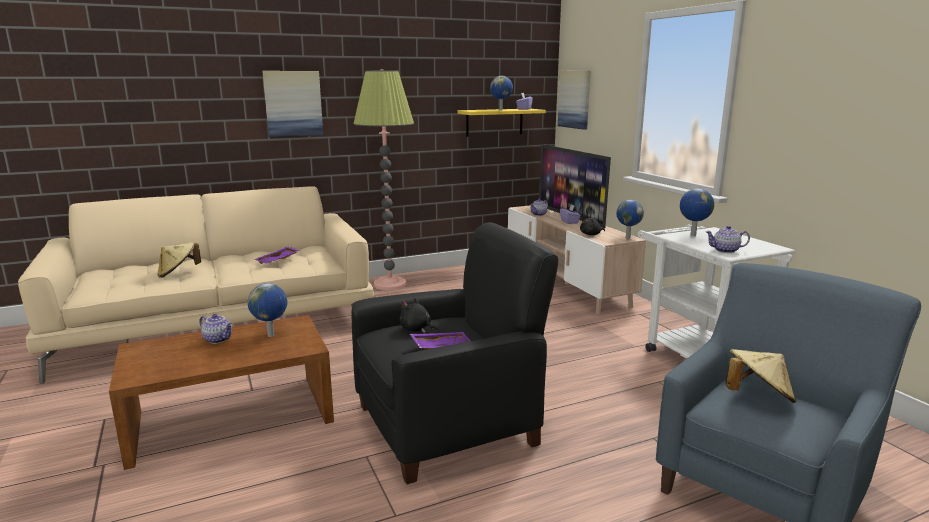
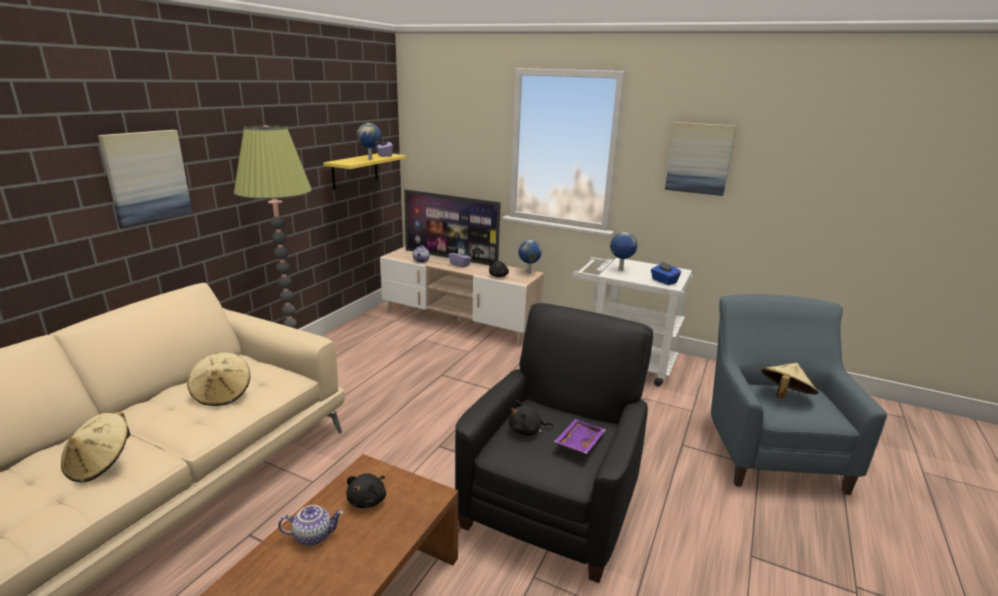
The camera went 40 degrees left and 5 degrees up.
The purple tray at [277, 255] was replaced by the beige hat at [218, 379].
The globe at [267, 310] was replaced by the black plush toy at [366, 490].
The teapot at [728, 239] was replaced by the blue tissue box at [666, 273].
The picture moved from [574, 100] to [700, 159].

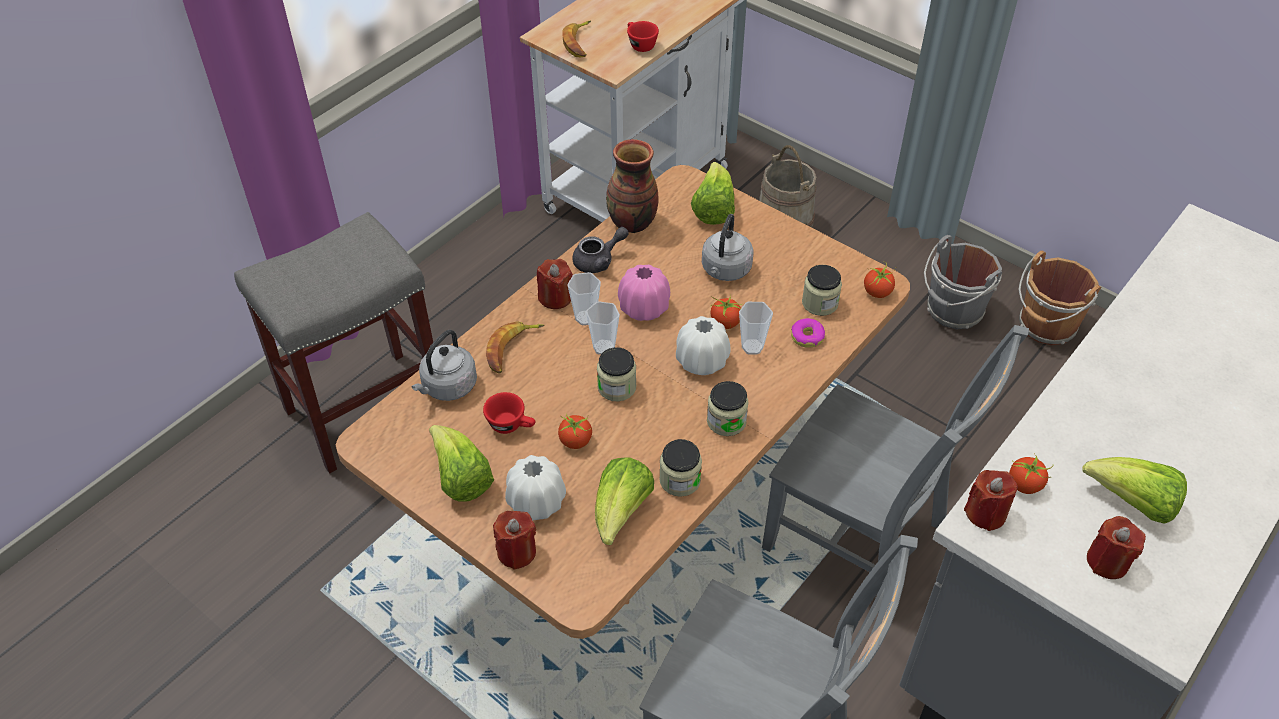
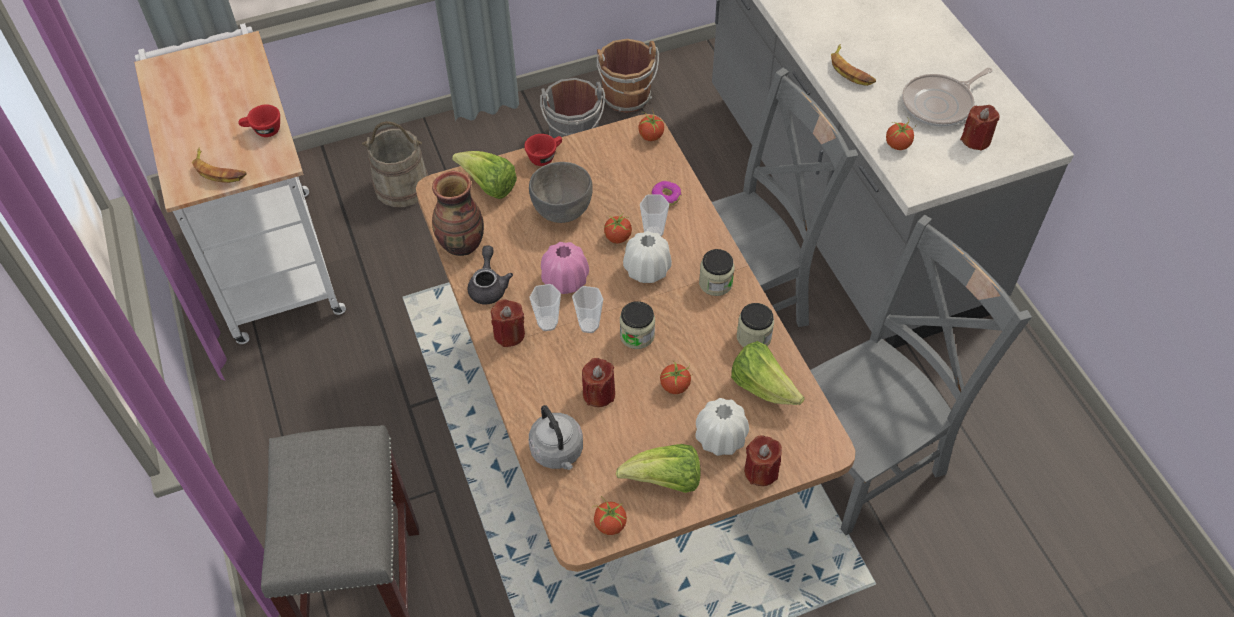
The camera went 60 degrees left and 5 degrees up.
The red cup moved from [509, 413] to [543, 150].
The grey kettle at [728, 247] was replaced by the grey bowl at [561, 192].
The red candle moved from [991, 500] to [598, 382].
The tomato at [609, 515] appeared.
The banana moved from [515, 347] to [853, 65].
The lettuce at [1135, 490] was replaced by the frying pan at [947, 97].
The jar at [822, 290] disappeared.

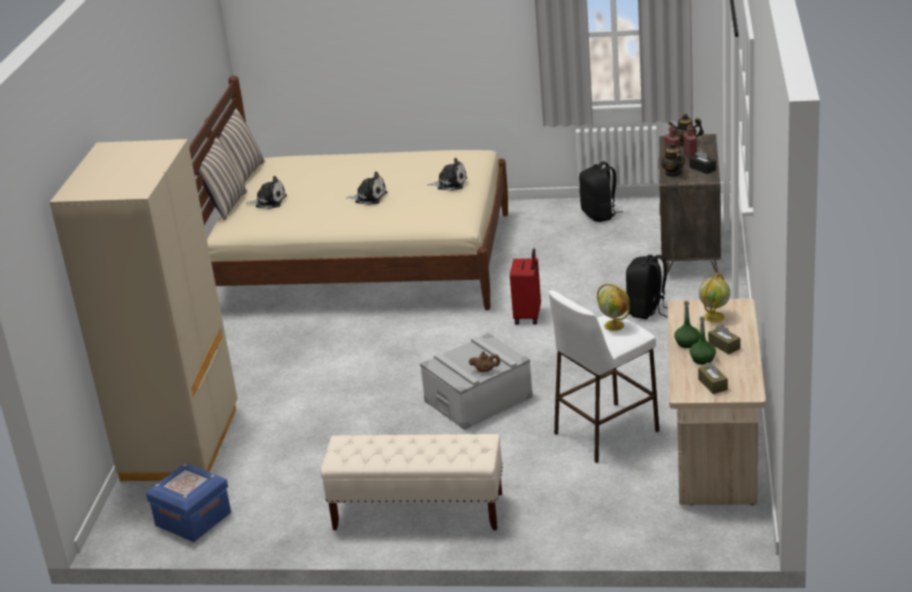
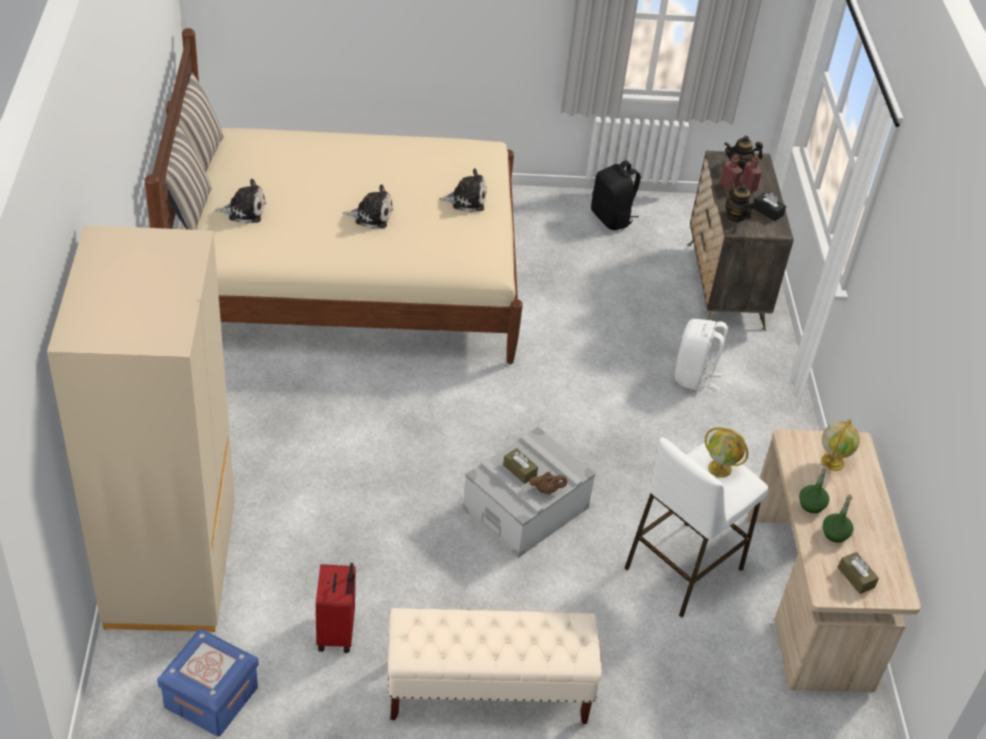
The camera went 15 degrees left and 15 degrees up.
The red suitcase moved from [525, 287] to [336, 608].
The brown tissue box moved from [724, 339] to [520, 466].
The black backpack at [647, 287] became the white backpack at [701, 355].

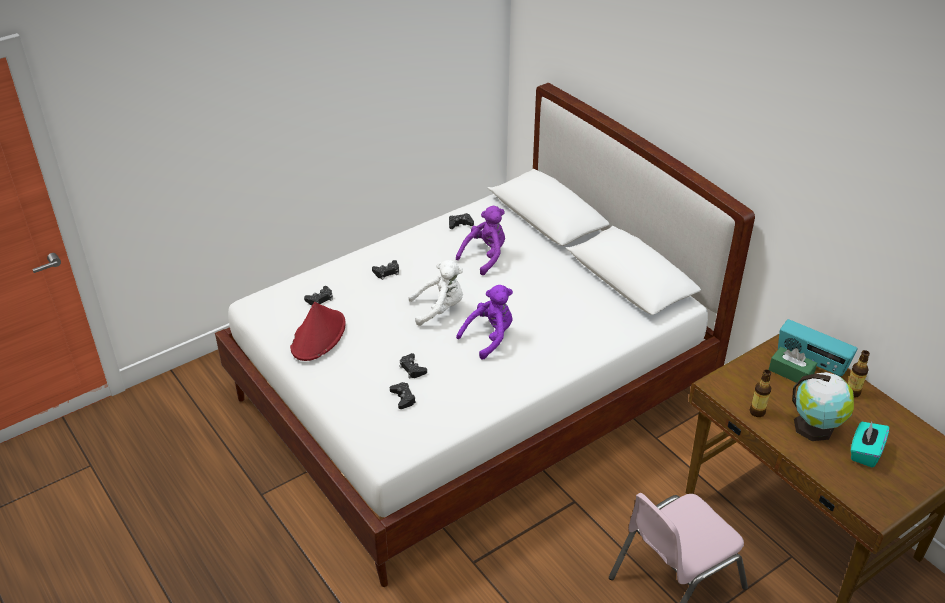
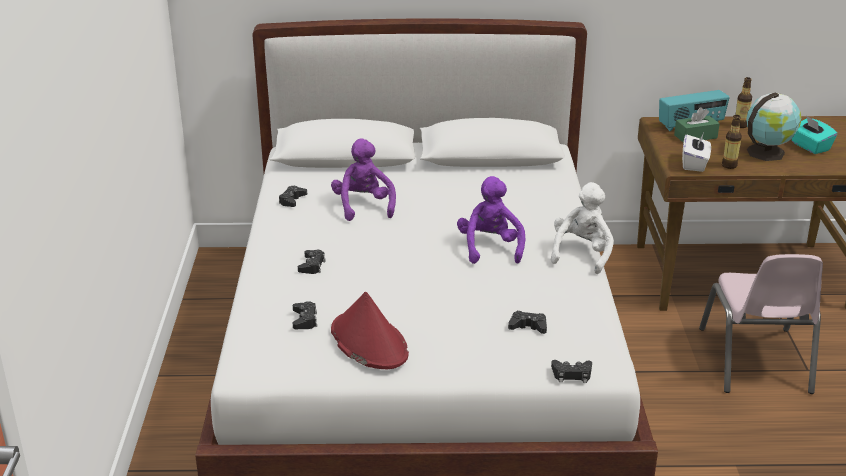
The camera went 55 degrees left and 10 degrees down.
The white plush toy moved from [436, 293] to [582, 228].
The black game controller moved from [413, 365] to [571, 371].
The white tissue box at [696, 153] appeared.

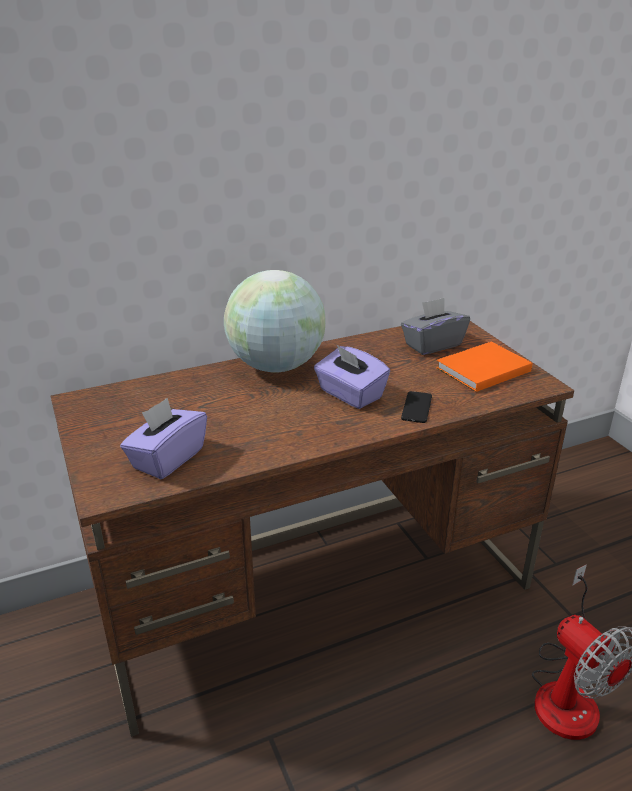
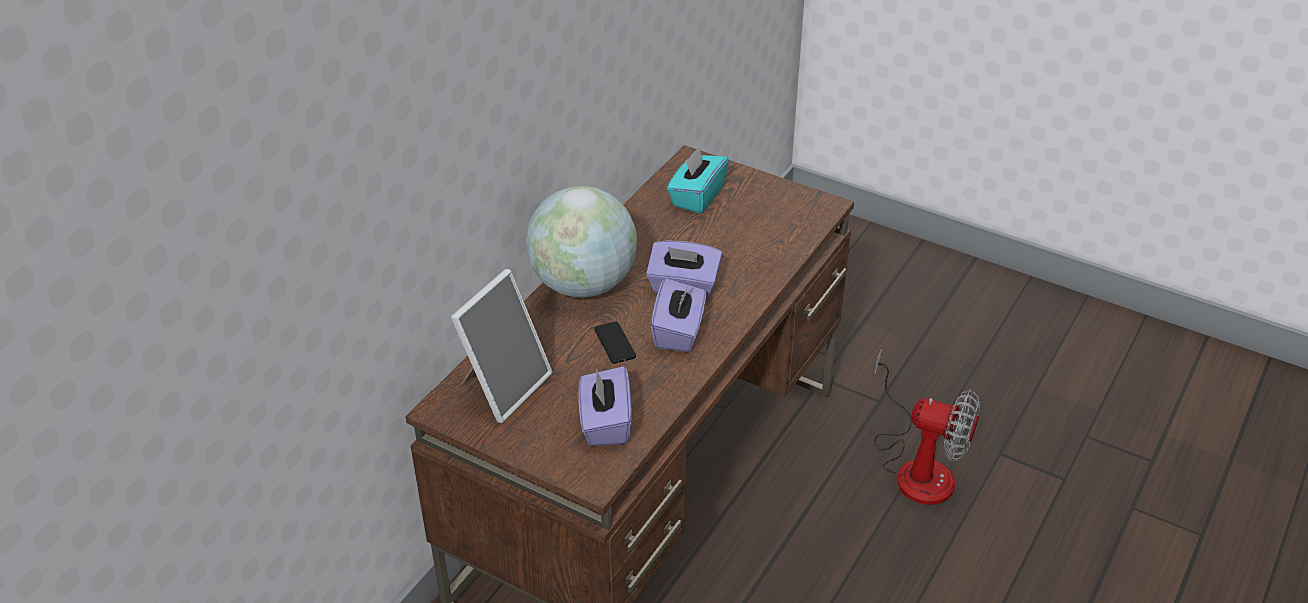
The camera went 35 degrees left and 10 degrees up.
The picture frame at [502, 346] appeared.
The phone moved from [416, 407] to [615, 342].
The purple tissue box at [678, 315] appeared.
The grey tissue box at [435, 326] became the turquoise tissue box at [698, 180].
The orange book at [484, 367] disappeared.

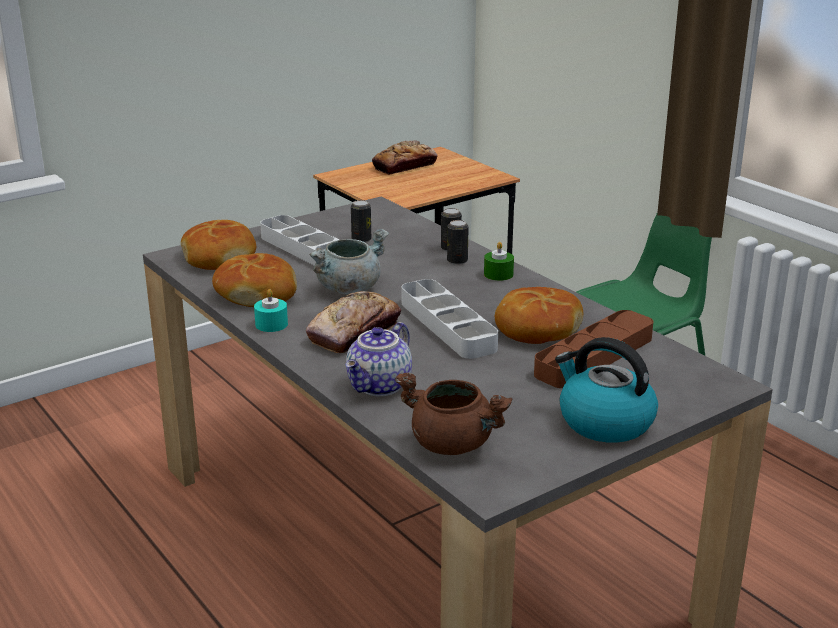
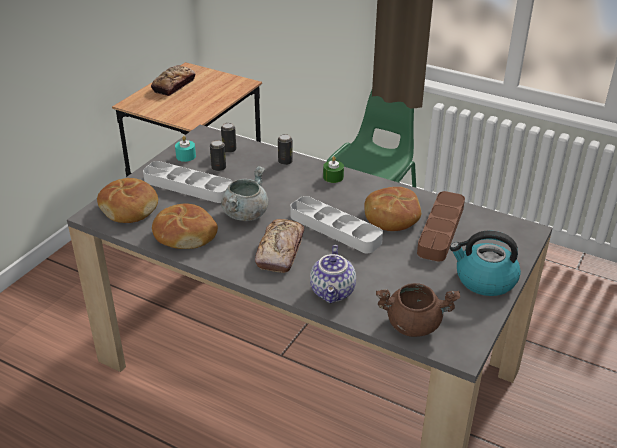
The camera went 25 degrees left and 10 degrees up.
The turquoise candle moved from [271, 310] to [185, 149].
The can moved from [458, 242] to [228, 138].

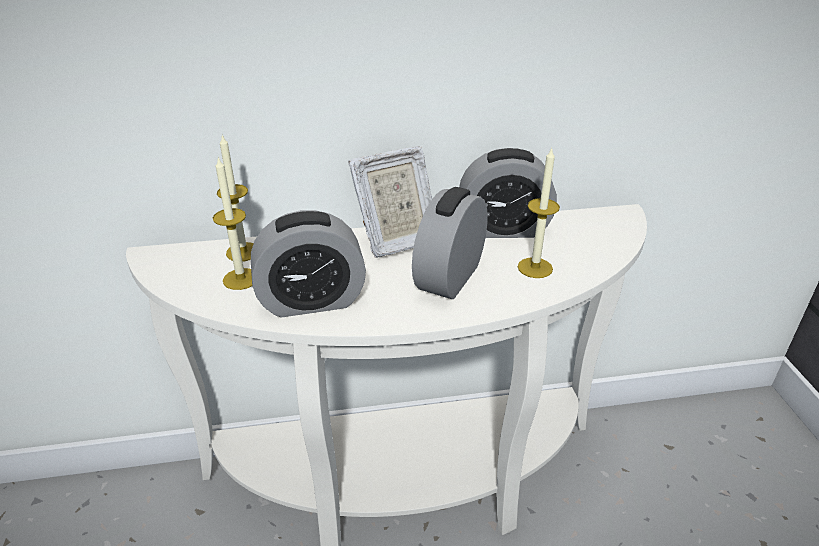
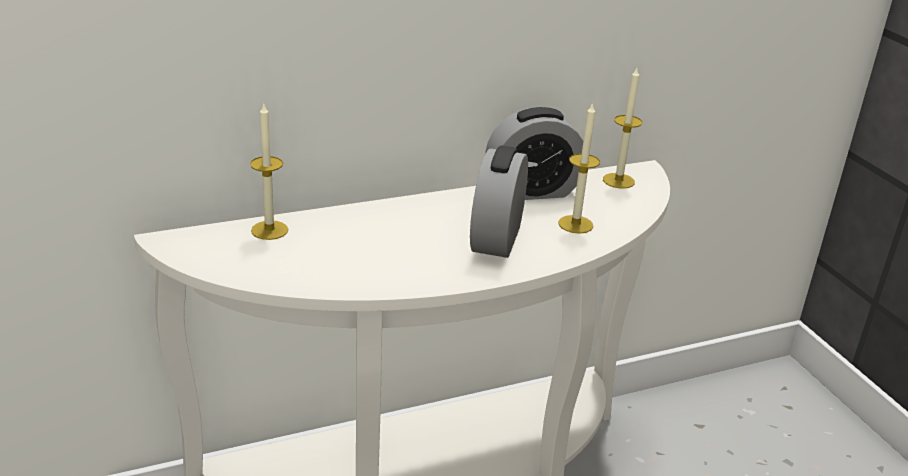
The camera went 15 degrees left and 5 degrees down.
The candle moved from [232, 223] to [622, 128].
The alarm clock at [308, 264] disappeared.
The picture frame at [390, 202] disappeared.

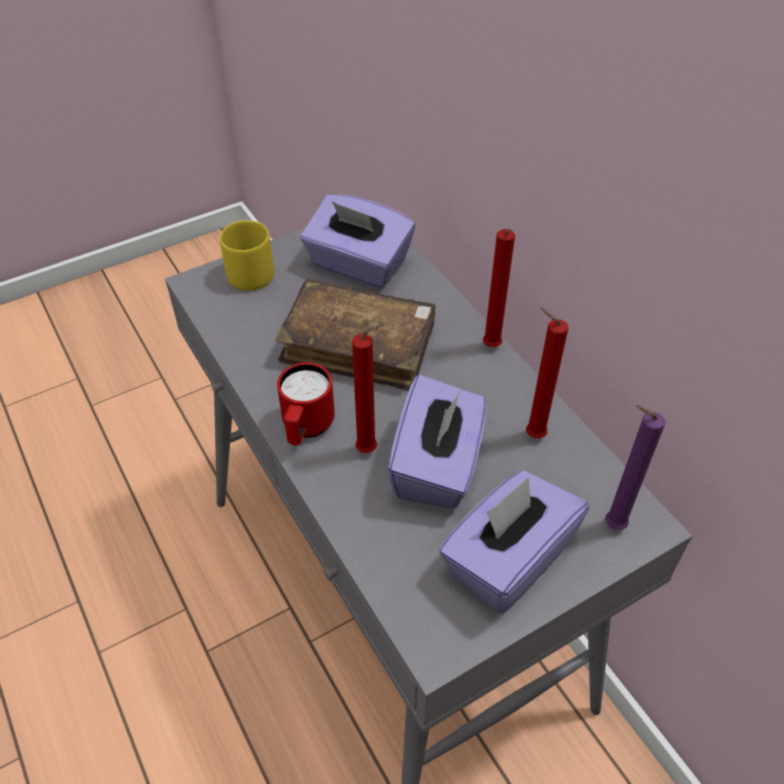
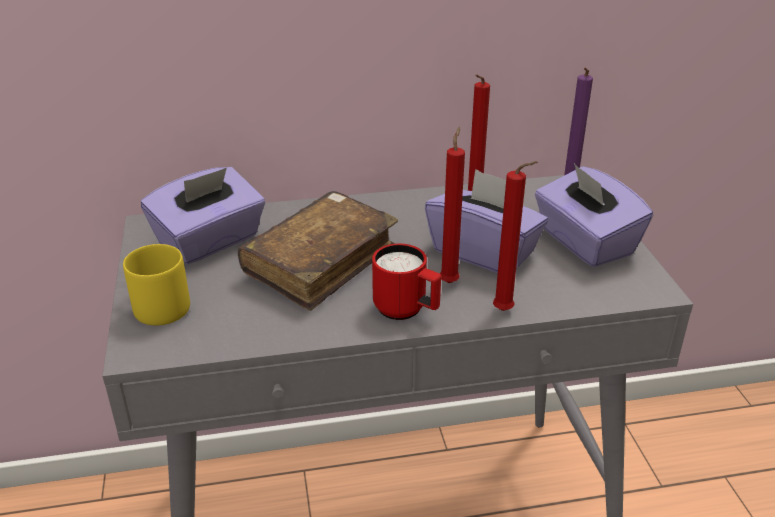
The camera went 70 degrees left and 15 degrees down.
The red candle moved from [499, 288] to [515, 236].

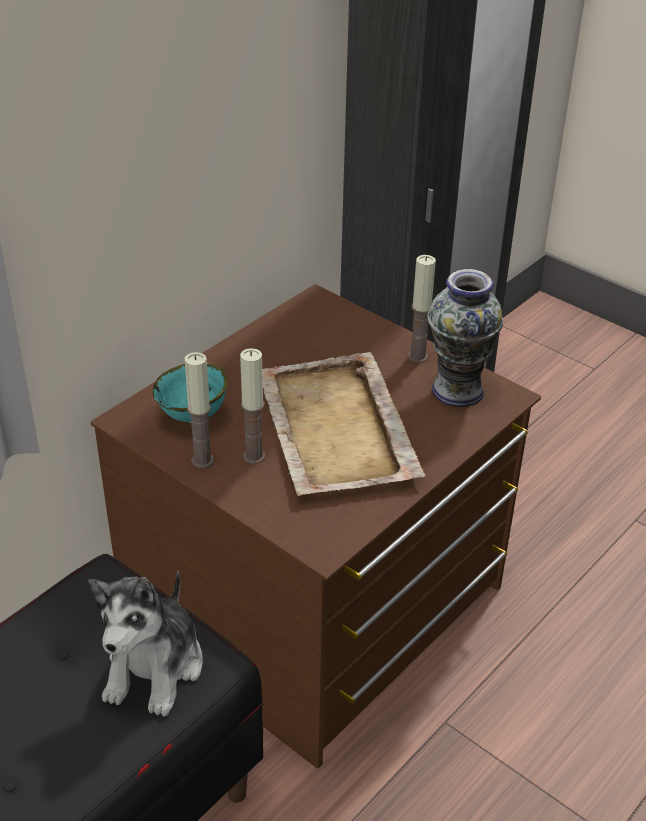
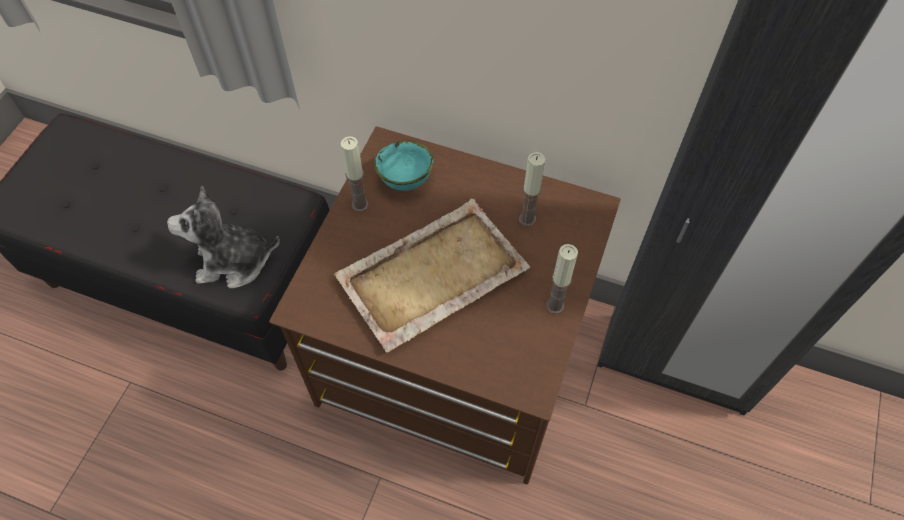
The camera went 70 degrees right and 20 degrees up.
The candle moved from [252, 406] to [532, 189].
The vase at [465, 338] disappeared.

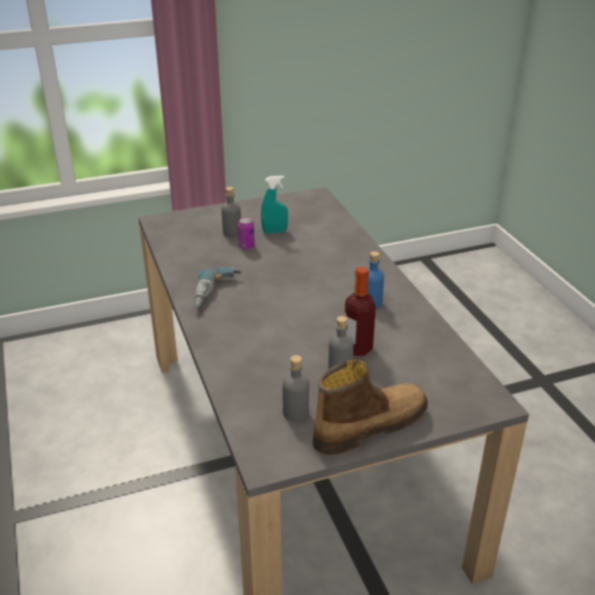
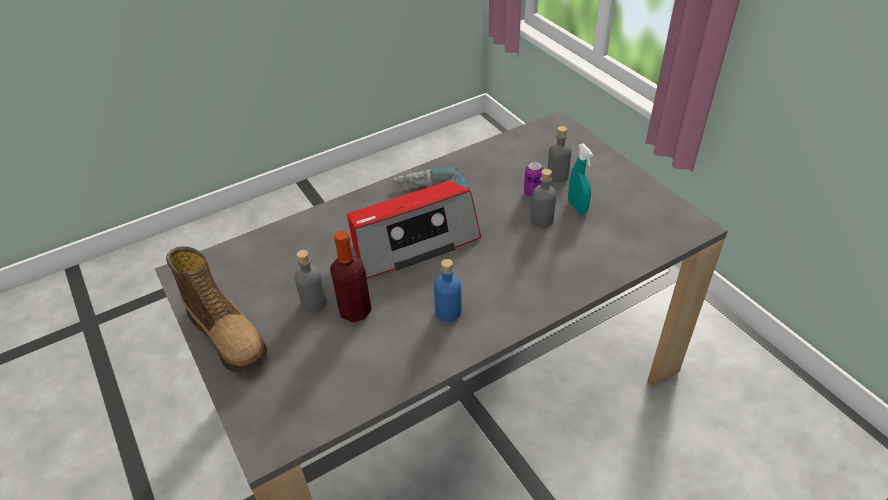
The camera went 80 degrees right and 10 degrees up.
The radio at [414, 230] appeared.
The grey bottle moved from [296, 388] to [543, 198].

